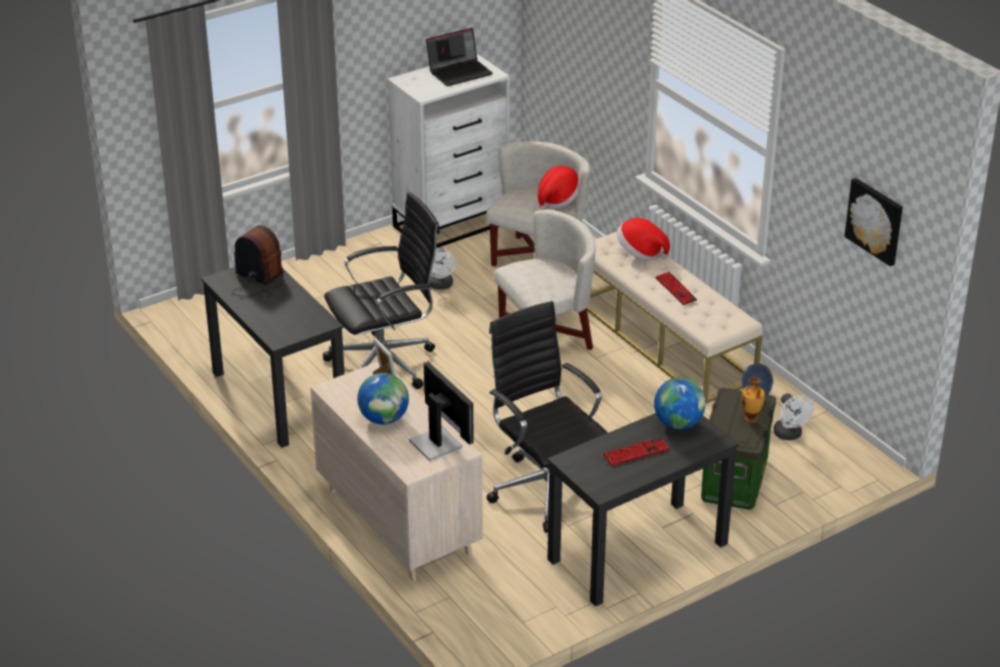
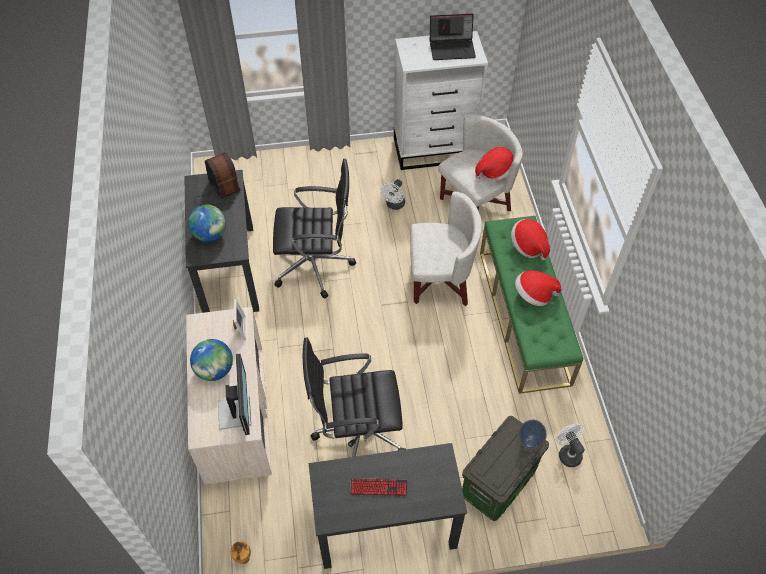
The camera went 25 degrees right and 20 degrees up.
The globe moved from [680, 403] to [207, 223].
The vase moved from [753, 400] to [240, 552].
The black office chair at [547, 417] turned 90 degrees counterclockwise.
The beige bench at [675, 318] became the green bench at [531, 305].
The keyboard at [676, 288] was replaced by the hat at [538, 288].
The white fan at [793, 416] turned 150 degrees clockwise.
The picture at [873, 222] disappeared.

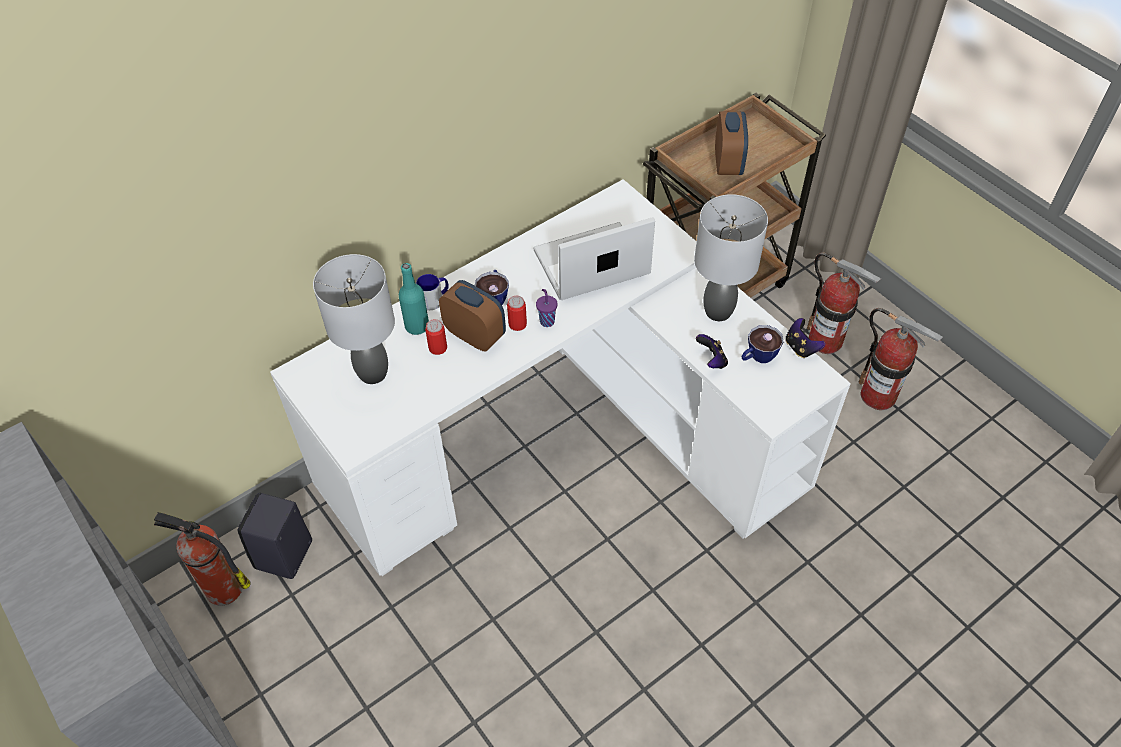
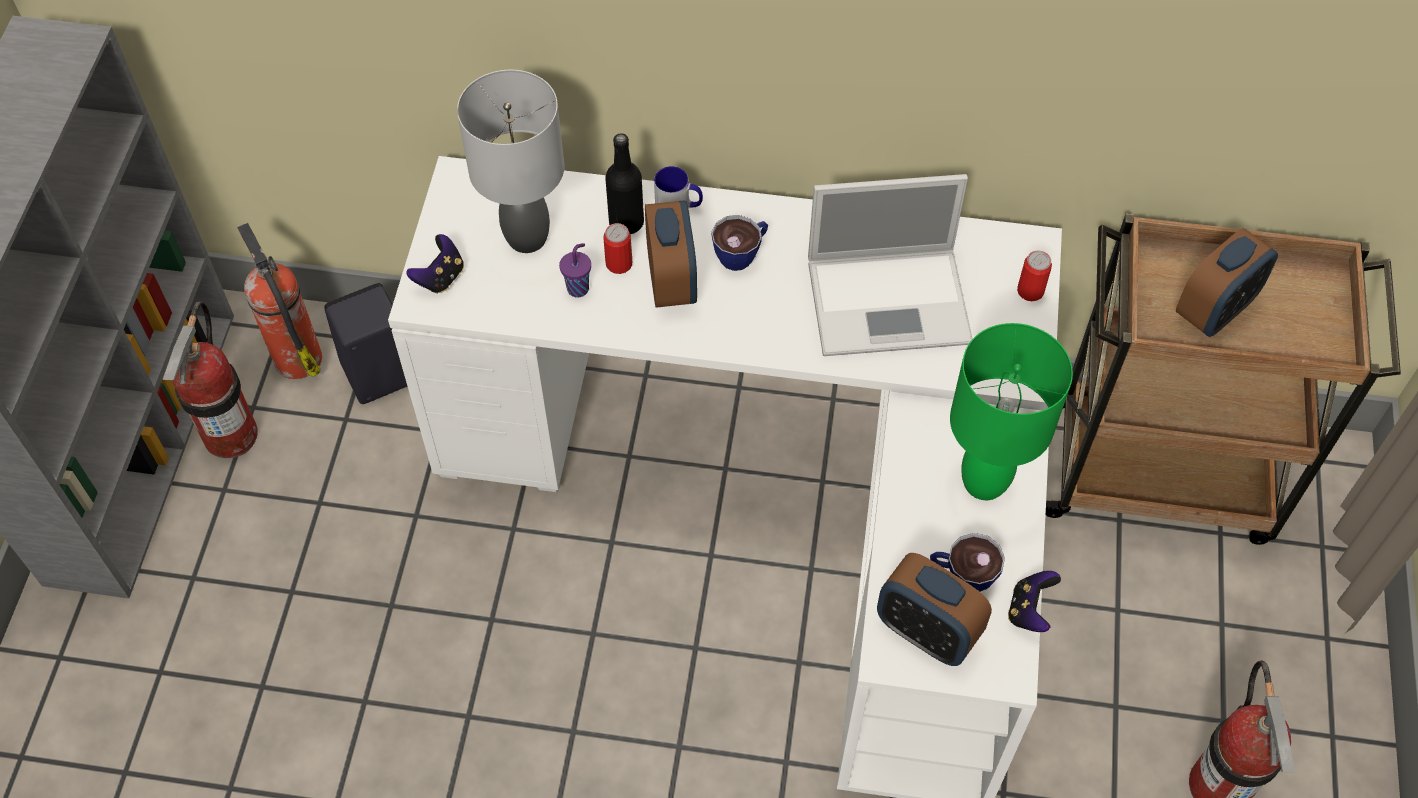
The camera went 45 degrees right and 5 degrees up.
The fire extinguisher moved from [844, 303] to [210, 379].
The game controller moved from [712, 351] to [435, 264].
The purple cup moved from [546, 308] to [575, 270].
The turquoise bottle at [414, 299] became the black bottle at [624, 183].
The laptop at [594, 258] turned 150 degrees clockwise.
The alarm clock at [934, 609] appeared.
The grey table lamp at [731, 257] became the green table lamp at [1011, 411].
The can moved from [517, 313] to [1034, 276].

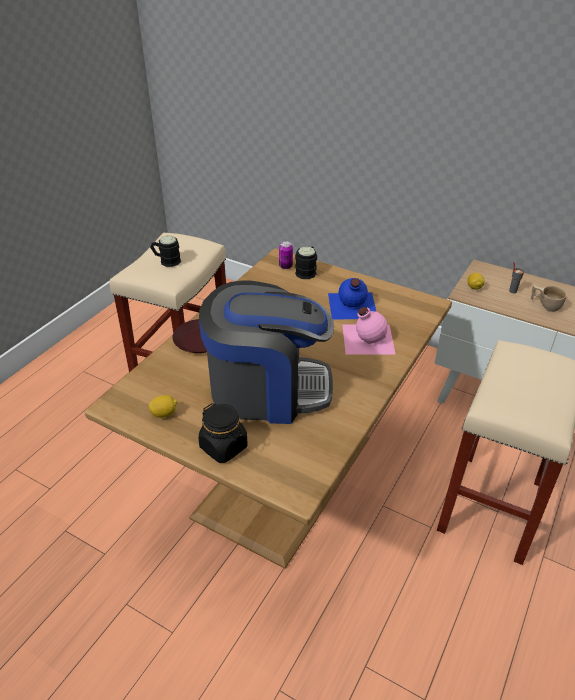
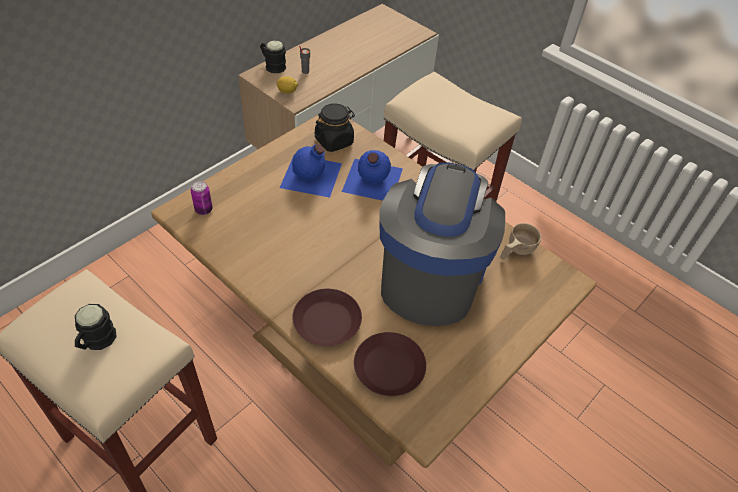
The camera went 80 degrees left and 10 degrees up.
The black mug moved from [306, 263] to [273, 57].
The black jar moved from [223, 433] to [334, 127].
The pink bottle at [369, 331] became the blue bottle at [372, 175].
The brown plate at [390, 364] appeared.
The beige cup moved from [548, 298] to [520, 241].
The lemon at [163, 406] disappeared.

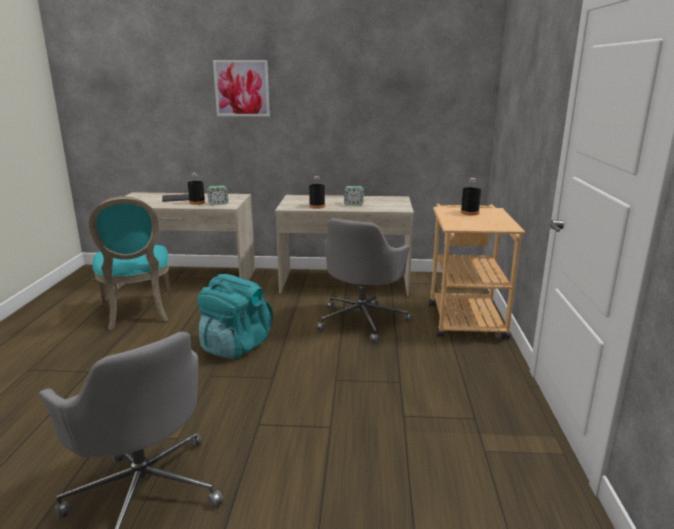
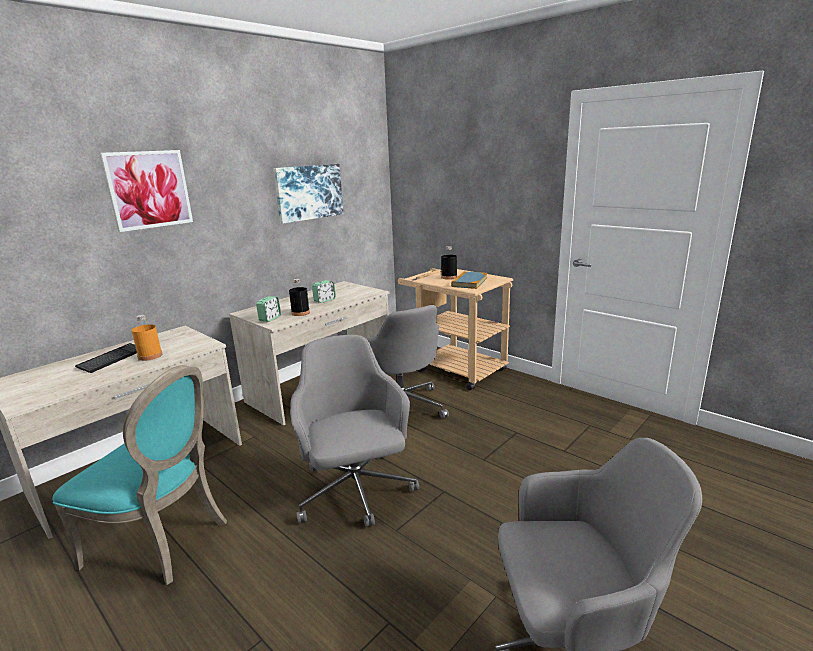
The camera went 50 degrees left and 0 degrees up.
The black bottle at [196, 189] became the orange bottle at [146, 338].
The alarm clock moved from [217, 195] to [268, 309].
The picture at [308, 194] appeared.
The turquoise backpack at [235, 316] was replaced by the grey office chair at [354, 431].
The book at [469, 280] appeared.

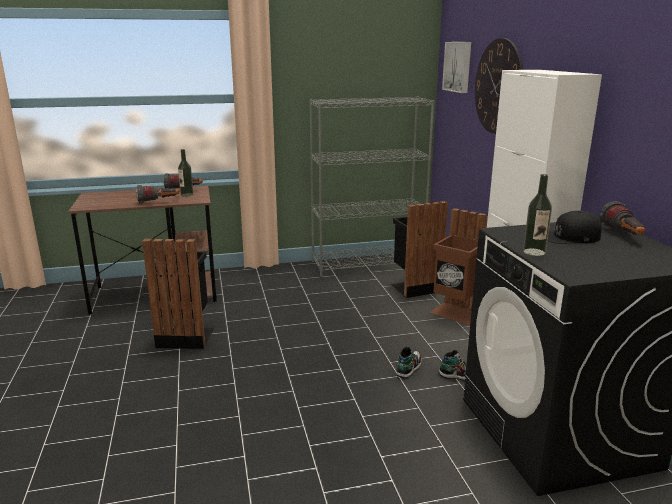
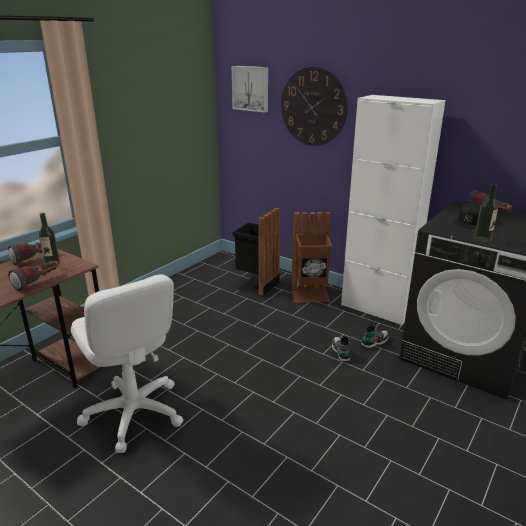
The camera went 40 degrees left and 5 degrees up.
The black trash can at [178, 294] was replaced by the white office chair at [127, 363].
The grey bookcase at [372, 187] disappeared.

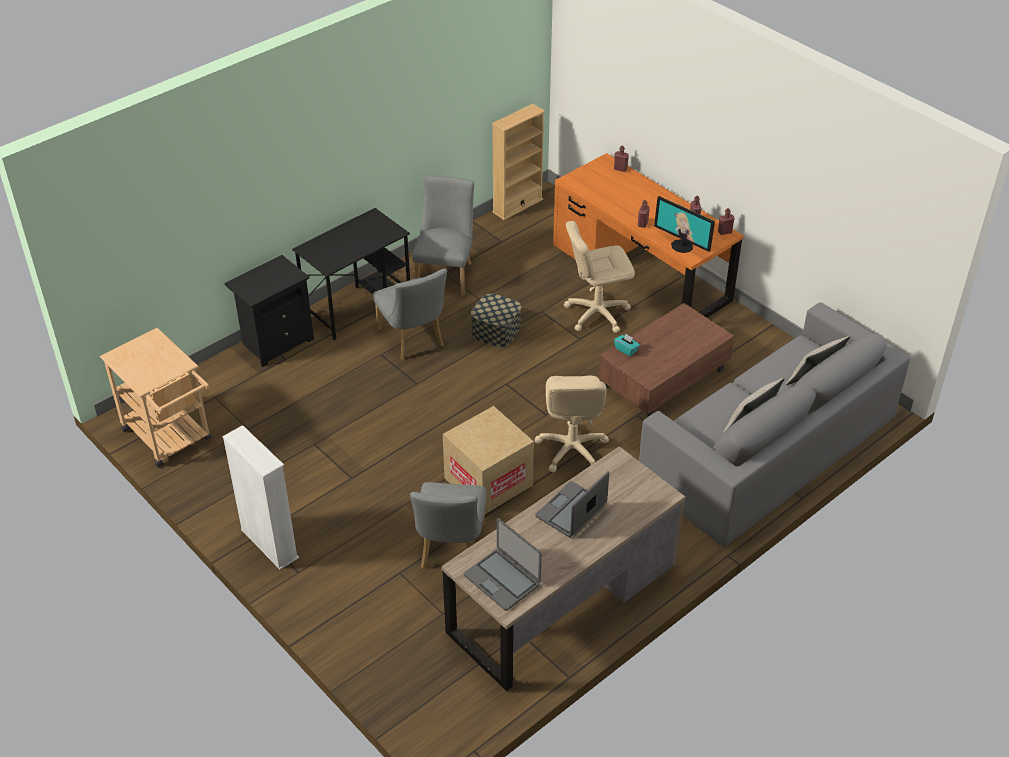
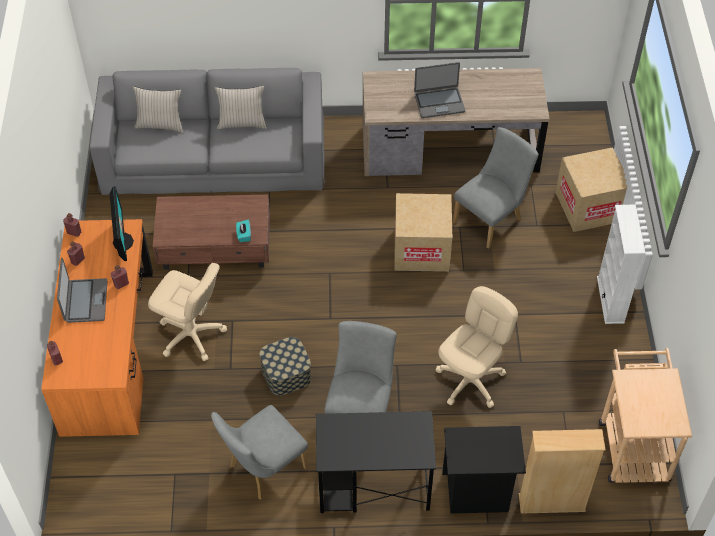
The camera went 140 degrees left and 10 degrees up.
The laptop moved from [503, 564] to [82, 290].
The beige office chair moved from [571, 424] to [476, 347].
The beige bookcase moved from [518, 162] to [562, 471].
The cardboard box at [591, 189] appeared.

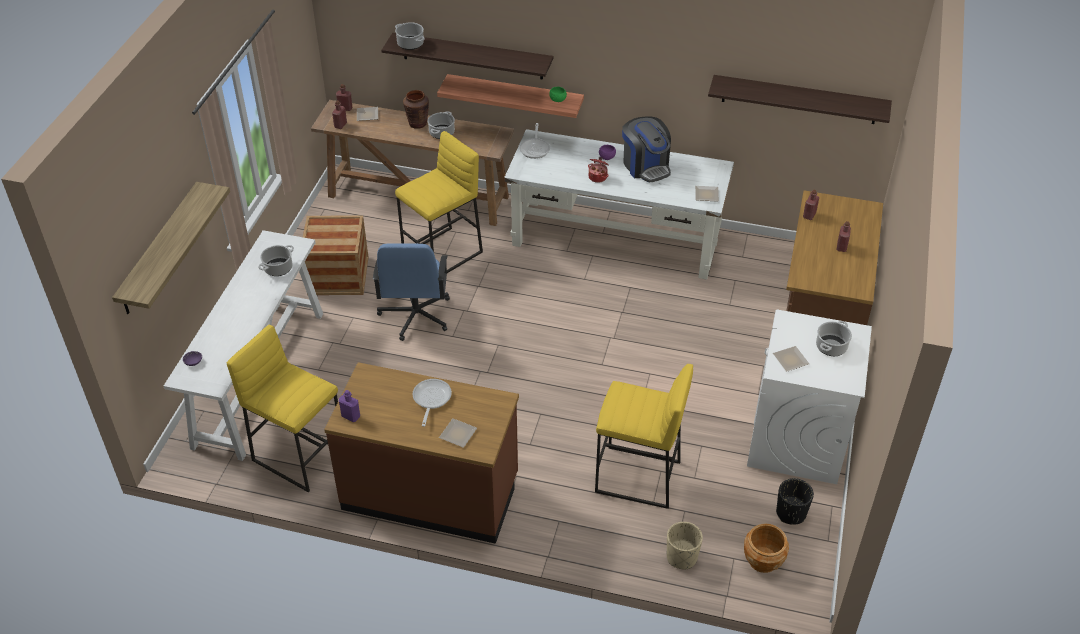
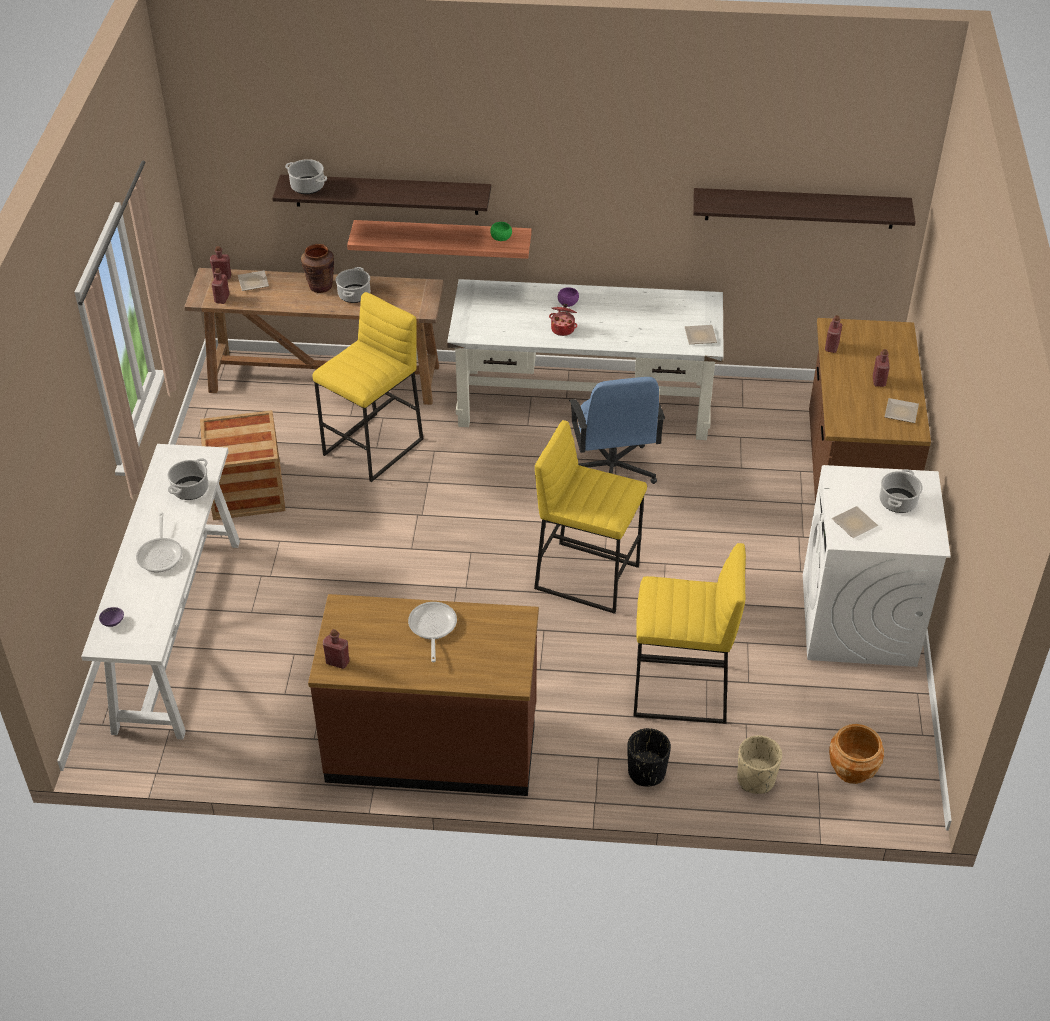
The camera went 10 degrees left and 0 degrees up.
The frying pan moved from [534, 141] to [159, 542].
The purple bottle at [349, 406] became the red bottle at [336, 649].
The yellow stool moved from [282, 408] to [590, 517].
The blue office chair moved from [411, 292] to [617, 430].
The black planter moved from [795, 501] to [649, 757].
The plate moved from [458, 433] to [902, 410].
The shelf at [171, 248] disappeared.
The coffee machine at [646, 149] disappeared.

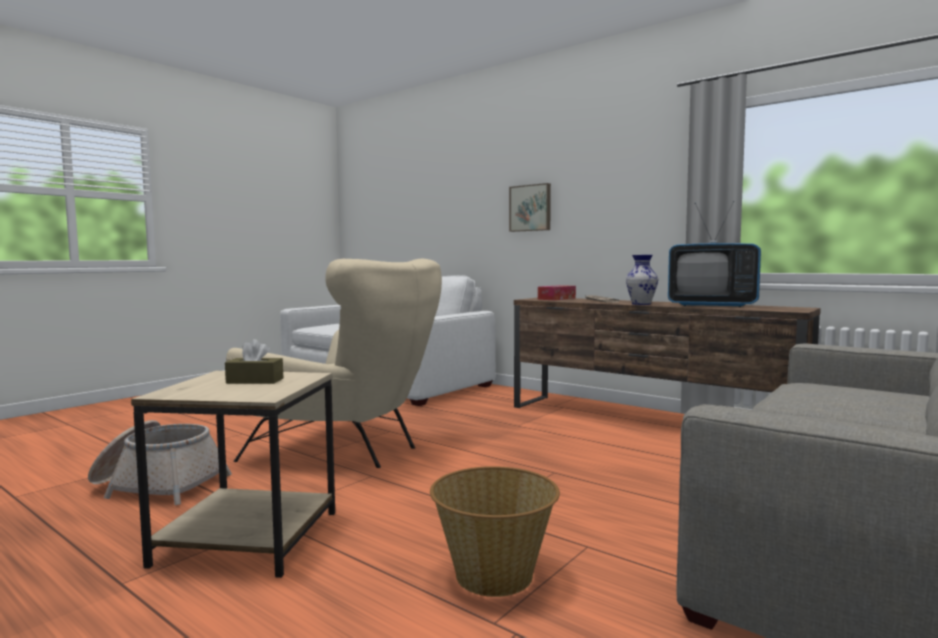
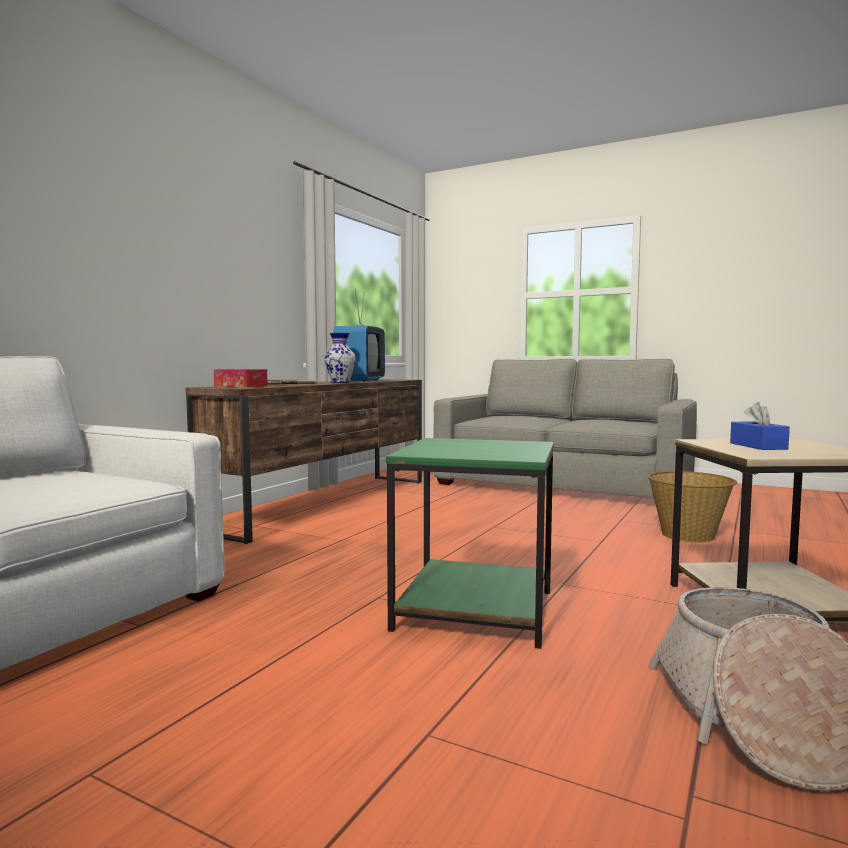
The camera went 100 degrees left and 0 degrees up.
The beige armchair at [334, 363] was replaced by the green side table at [470, 543].
The brown tissue box at [254, 361] became the blue tissue box at [760, 426].
The picture at [530, 207] disappeared.

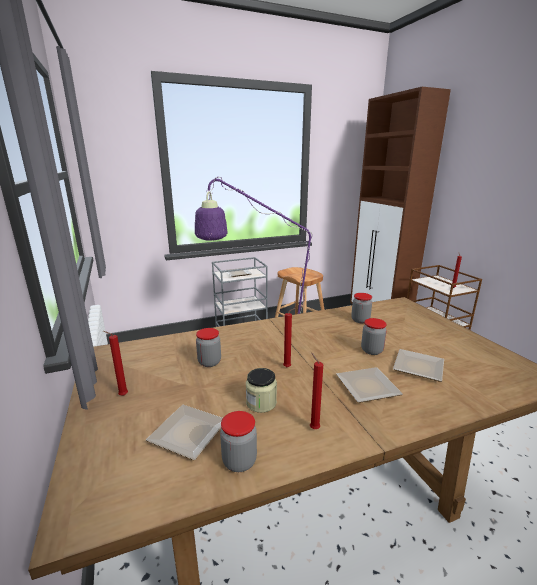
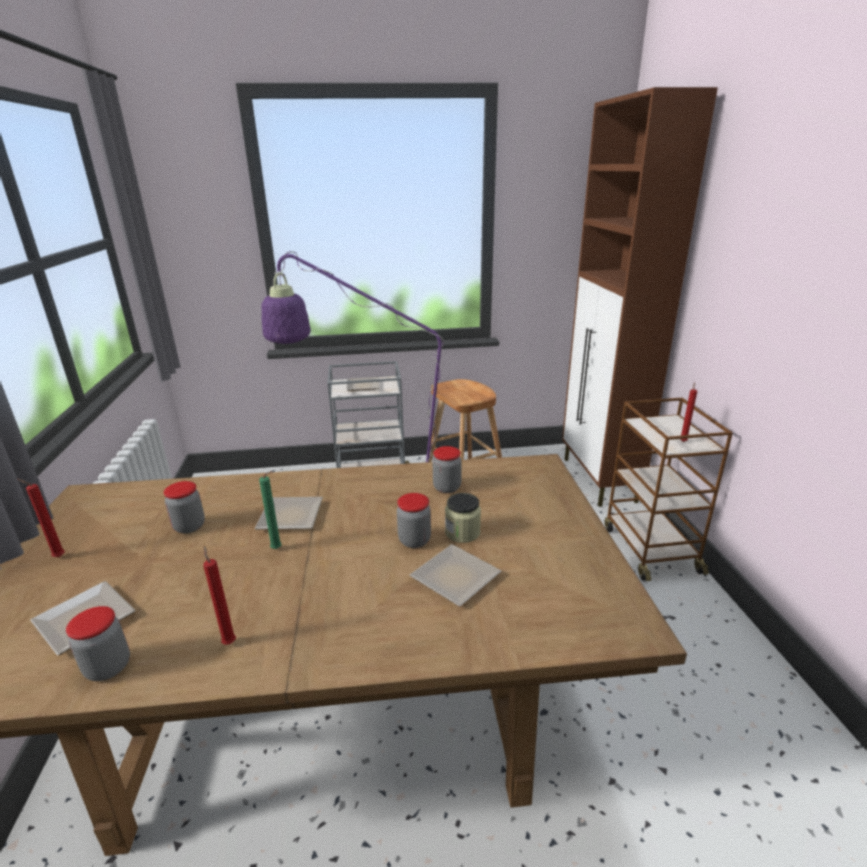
The camera went 15 degrees right and 5 degrees up.
The plate moved from [369, 385] to [288, 513].
The red candle at [289, 338] became the green candle at [270, 510].
The jar moved from [261, 390] to [463, 518].

